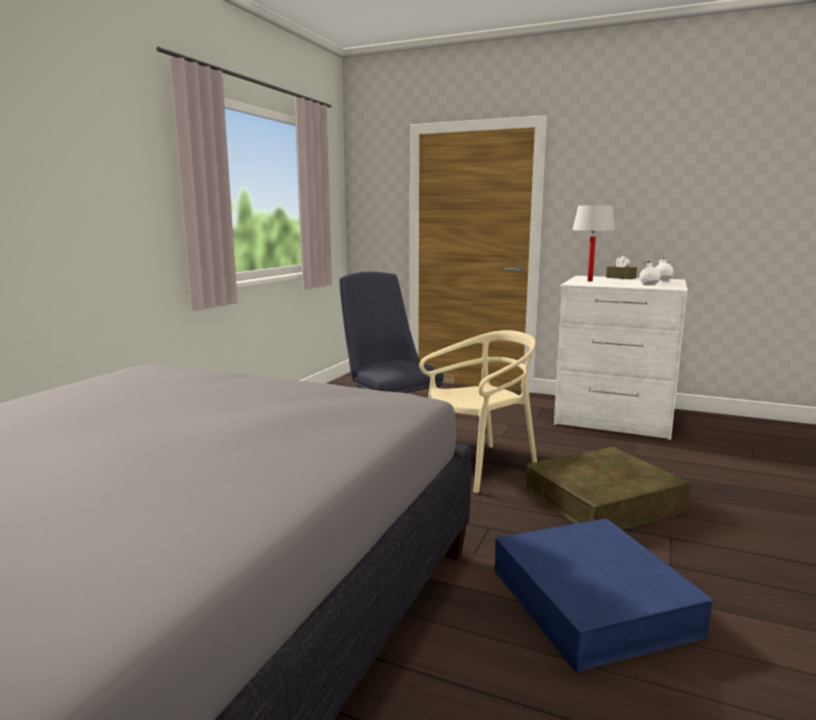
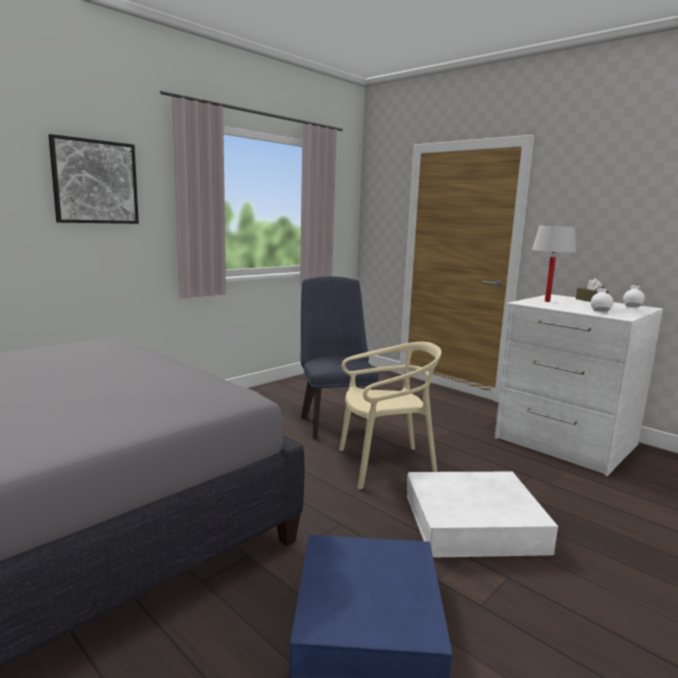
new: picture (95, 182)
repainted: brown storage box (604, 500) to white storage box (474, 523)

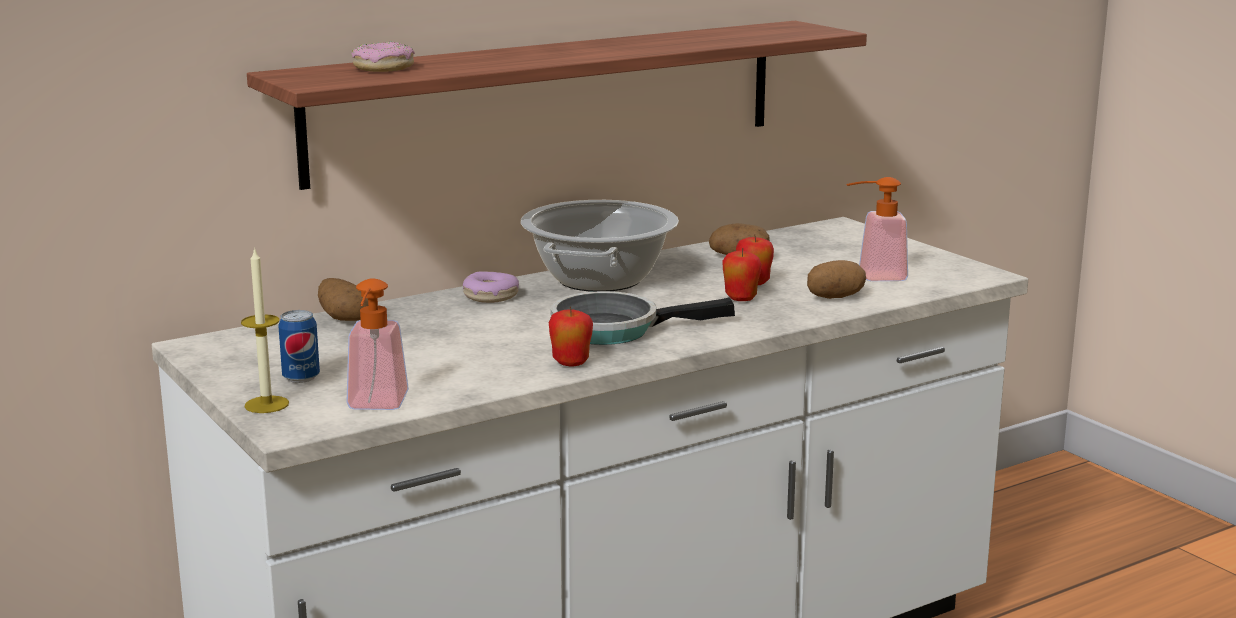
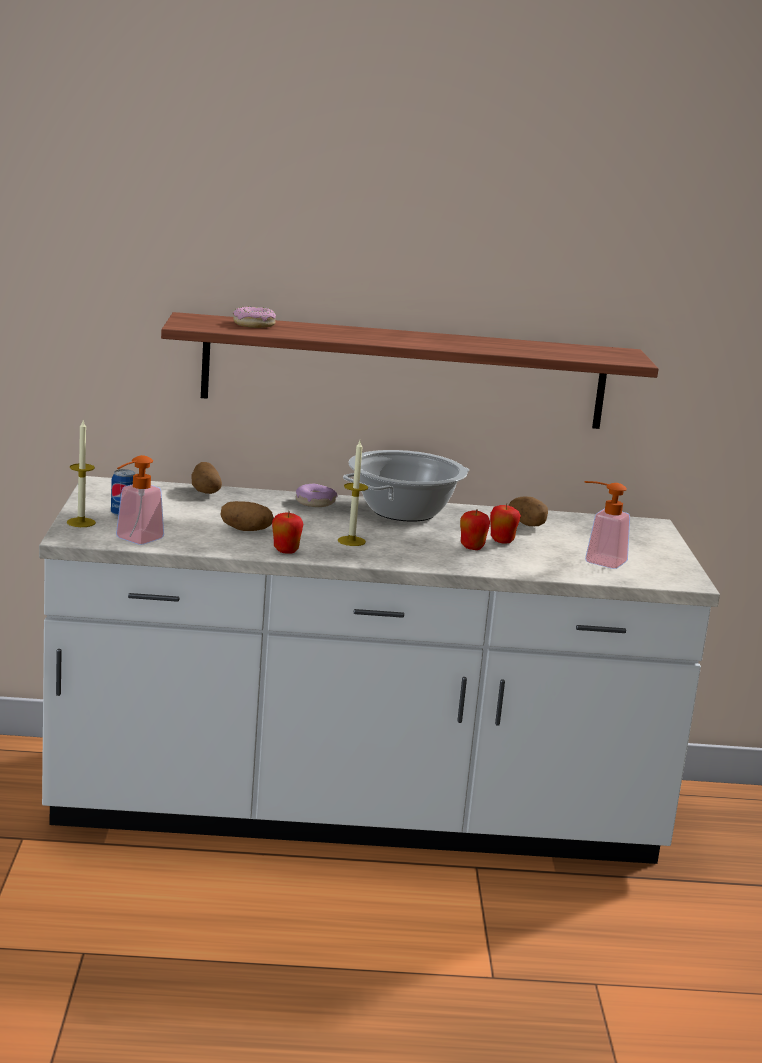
shifted: potato (835, 297) to (245, 530)
swapped: frying pan (614, 329) to candle (351, 541)

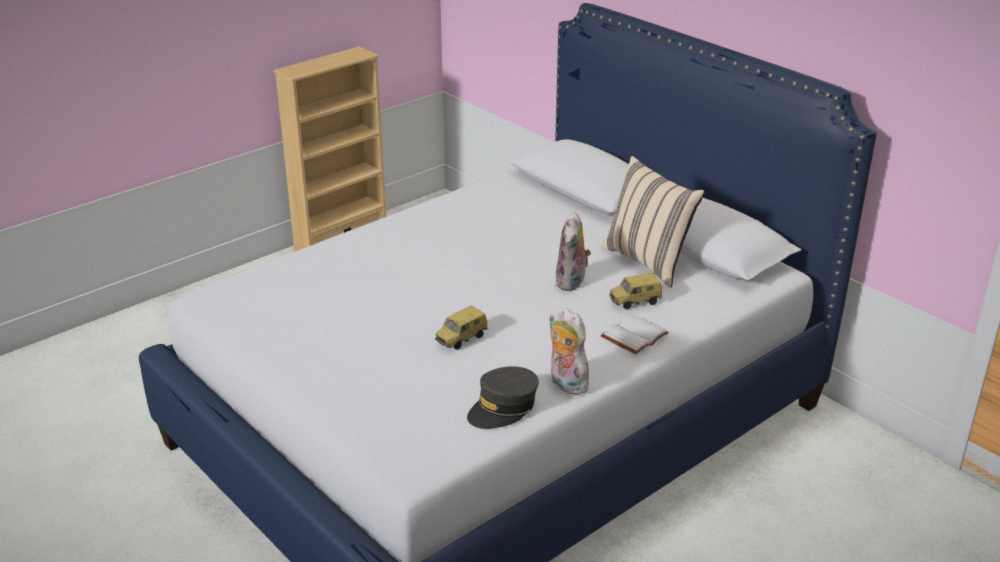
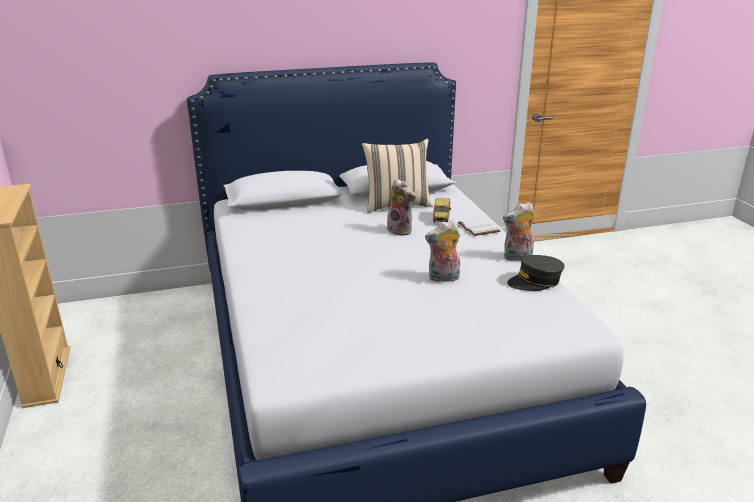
swapped: toy car (462, 340) to plush toy (443, 278)
rotated: grey cap (503, 408) = (535, 281) 90 degrees clockwise

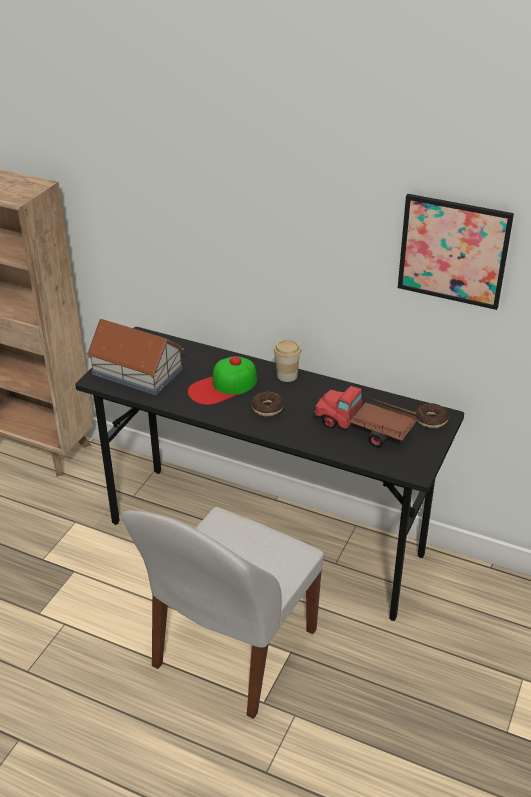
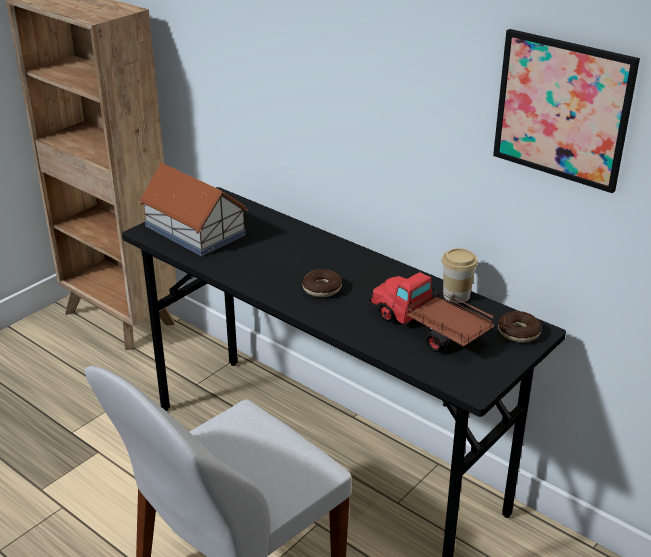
gone: cap (223, 386)
shifted: cup (287, 375) to (456, 295)

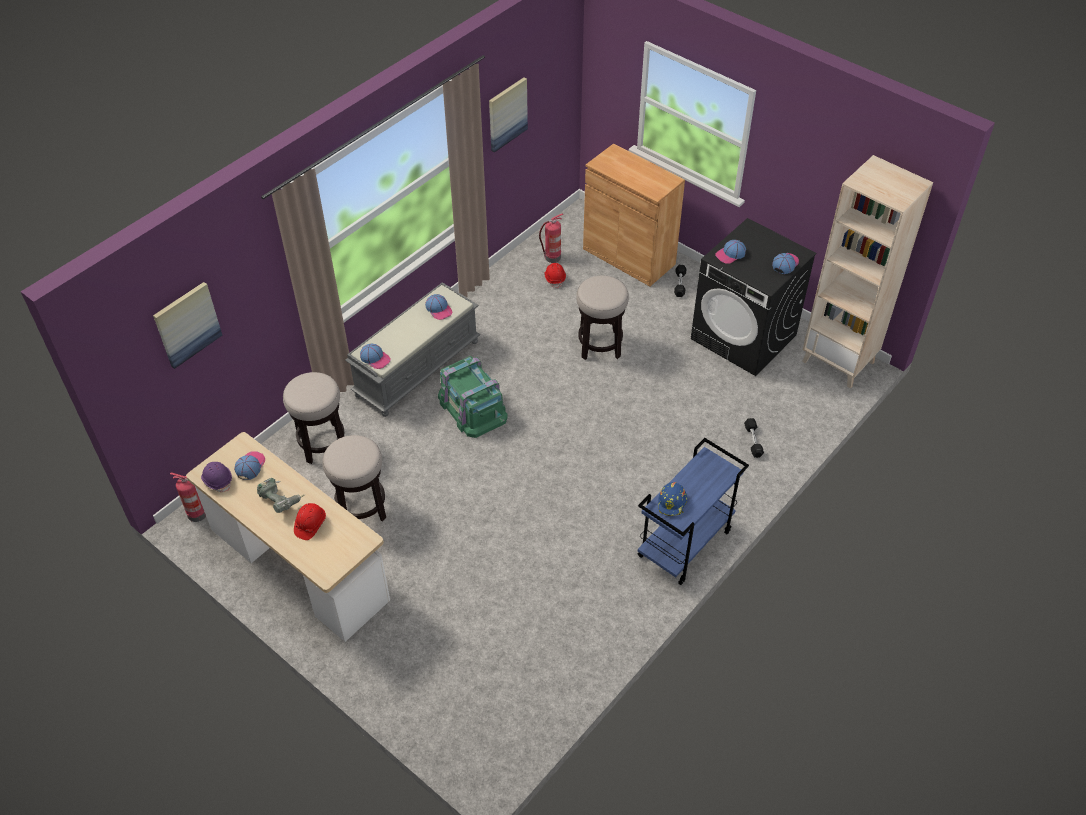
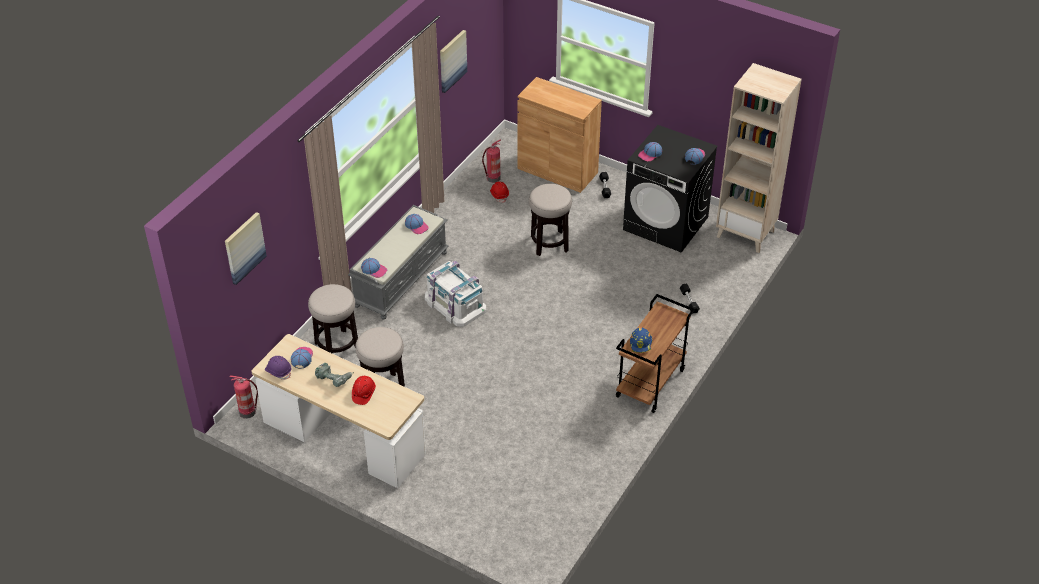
repainted: green storage box (473, 407) to white storage box (455, 303); blue cart (684, 545) to brown cart (650, 384)

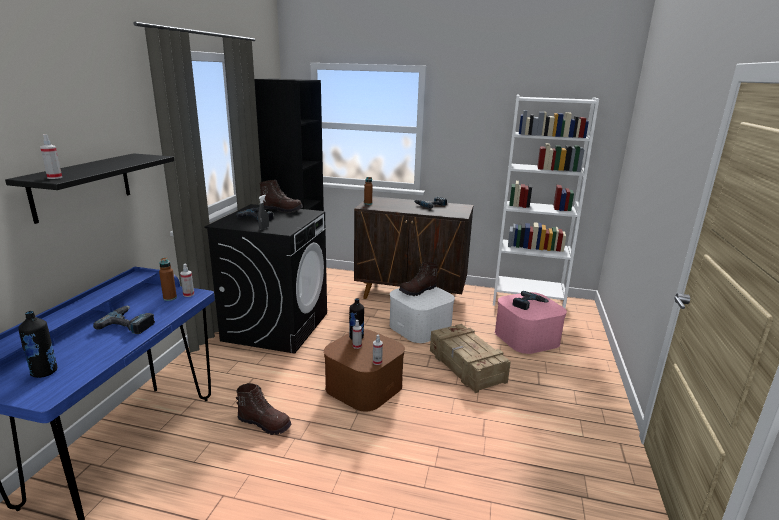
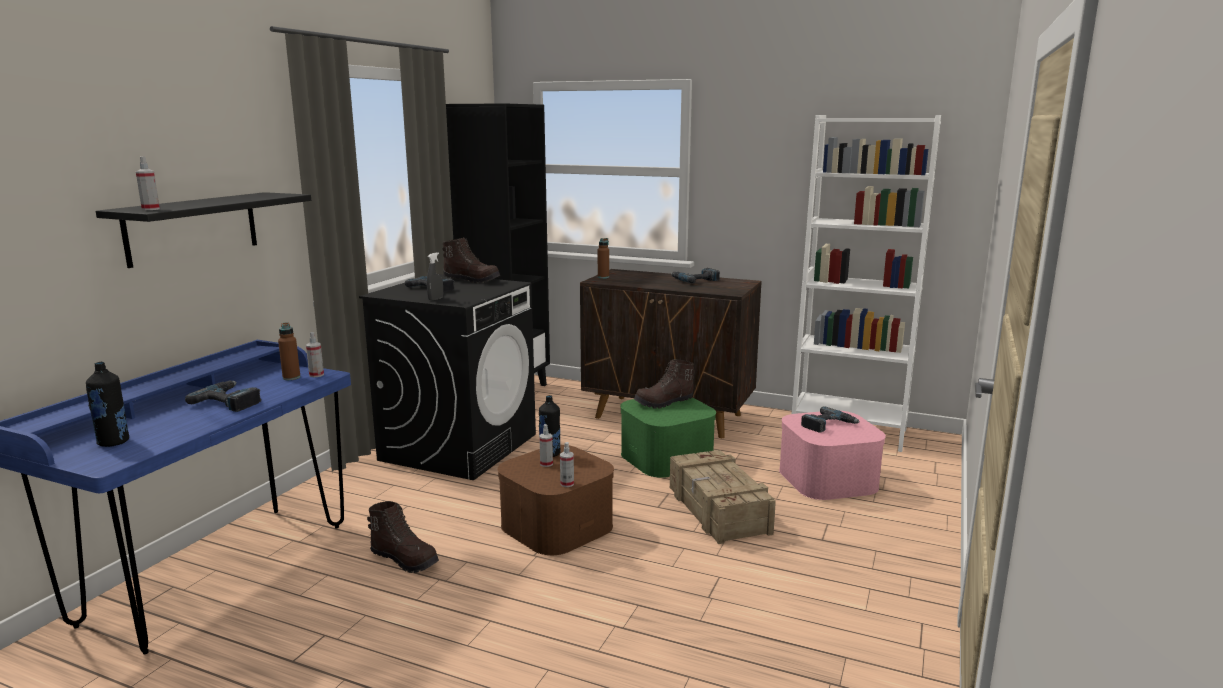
repainted: white storage box (420, 327) to green storage box (667, 457)

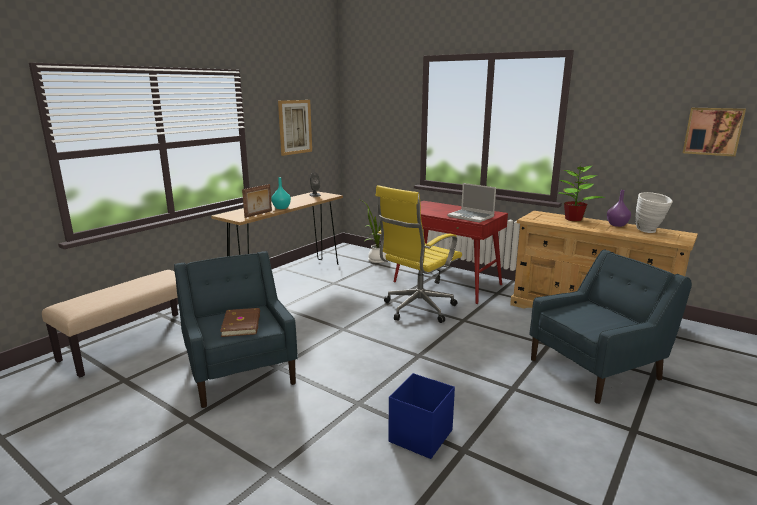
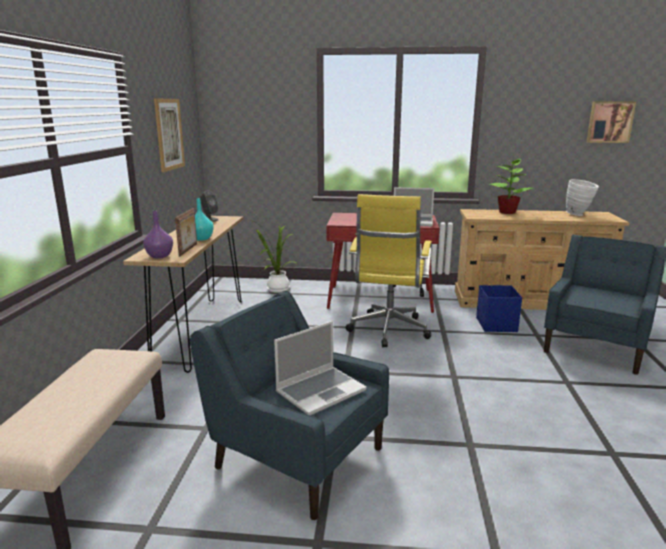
shifted: blue storage box (420, 436) to (496, 325); purple vase (617, 225) to (159, 256)
swapped: brown book (242, 324) to laptop (321, 391)

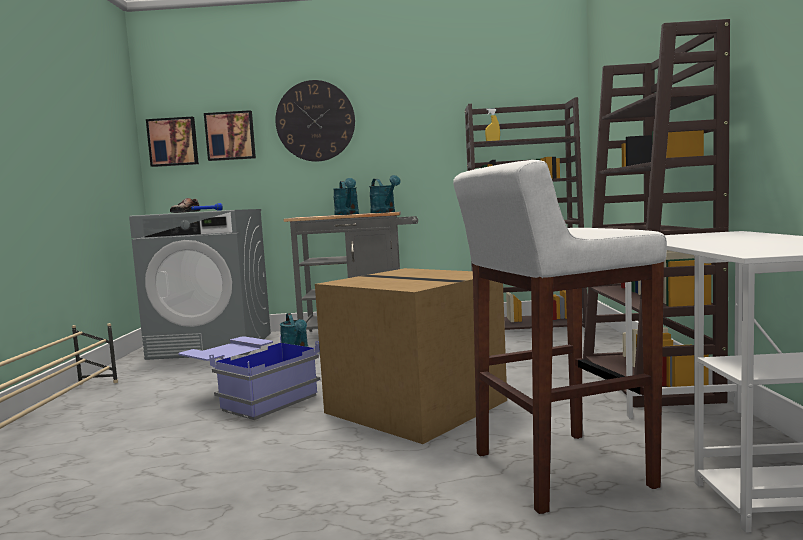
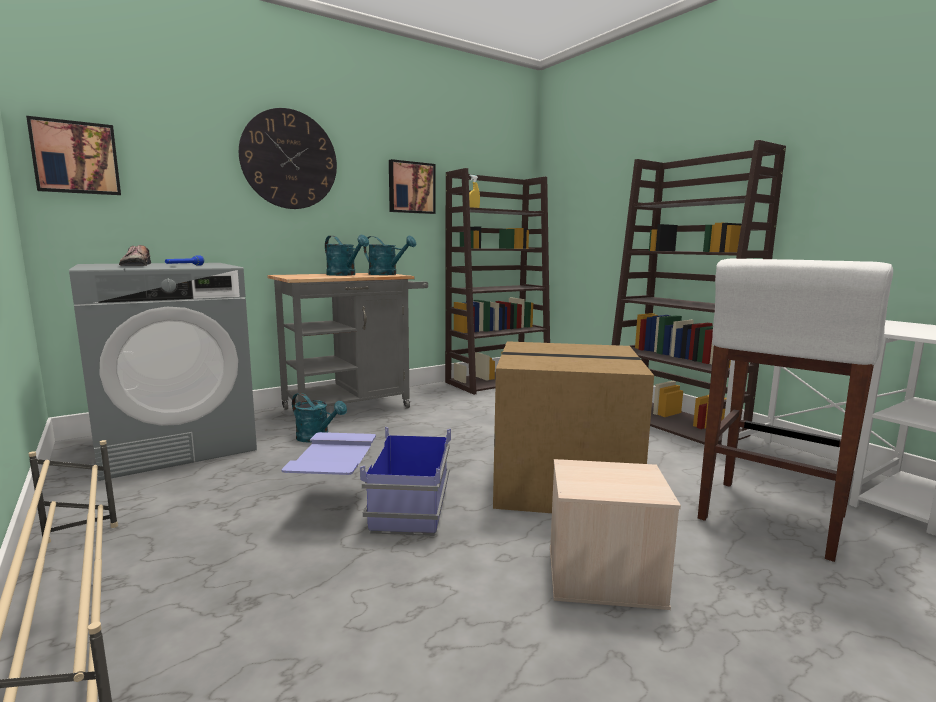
new: beige storage box (603, 576)
shifted: picture (230, 136) to (411, 187)

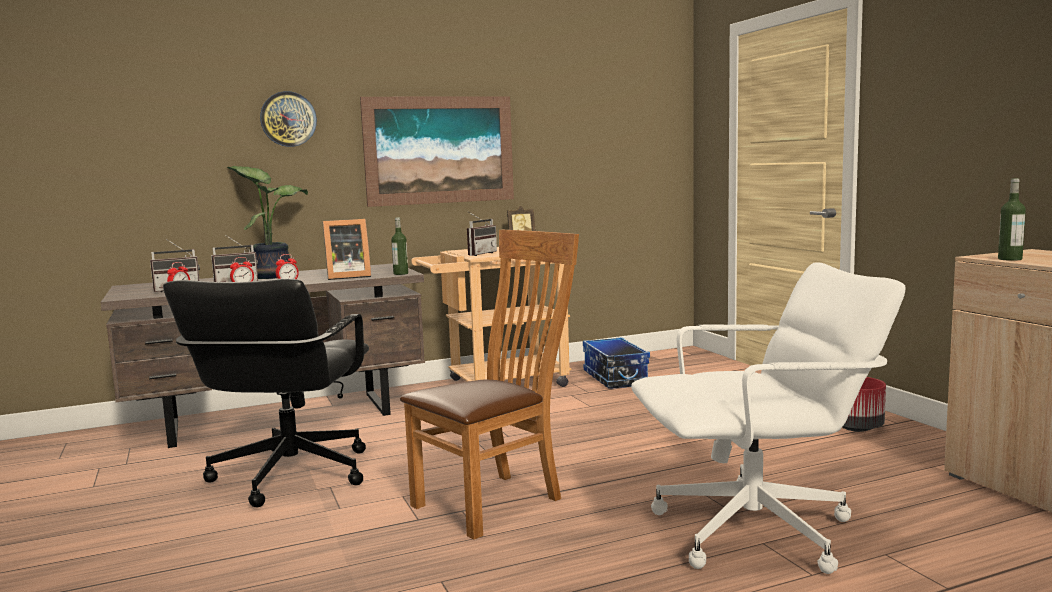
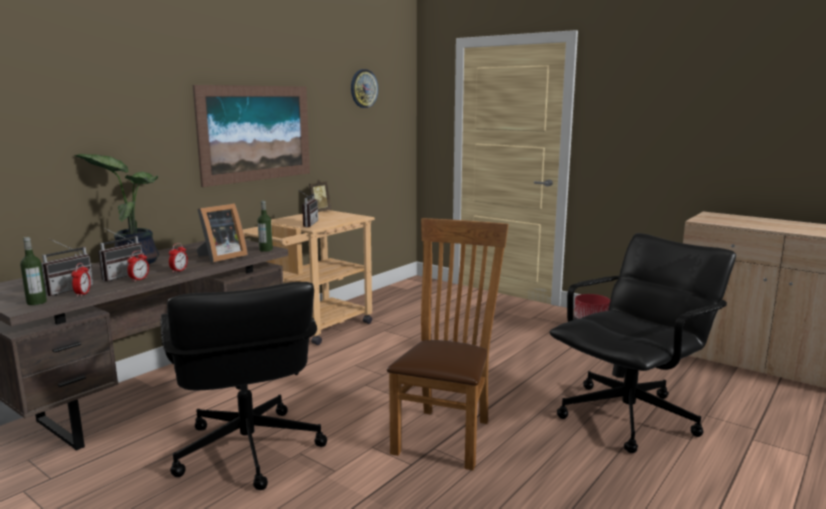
gone: storage box (614, 378)
shifted: wall clock (288, 119) to (363, 88); bottle (1010, 259) to (36, 302)
repainted: white office chair (756, 532) to black office chair (629, 417)

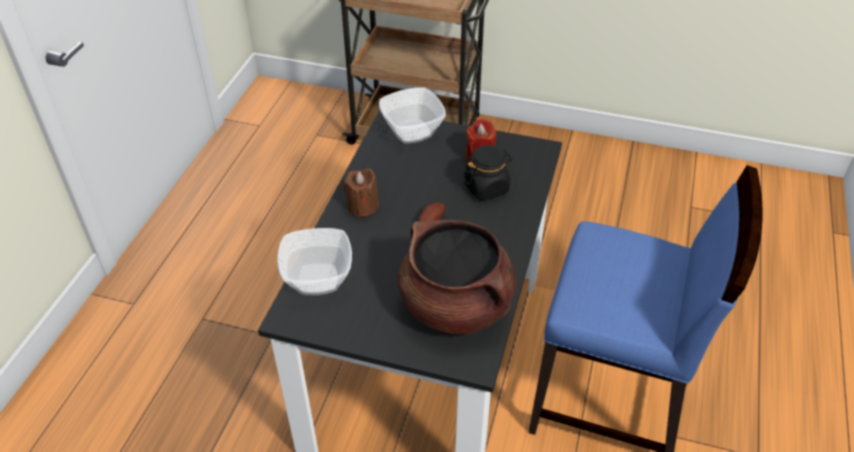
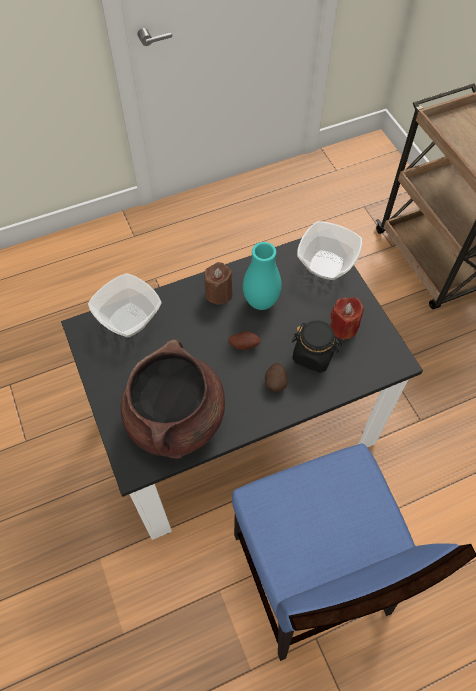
new: turquoise vase (261, 302); potato (275, 381)

